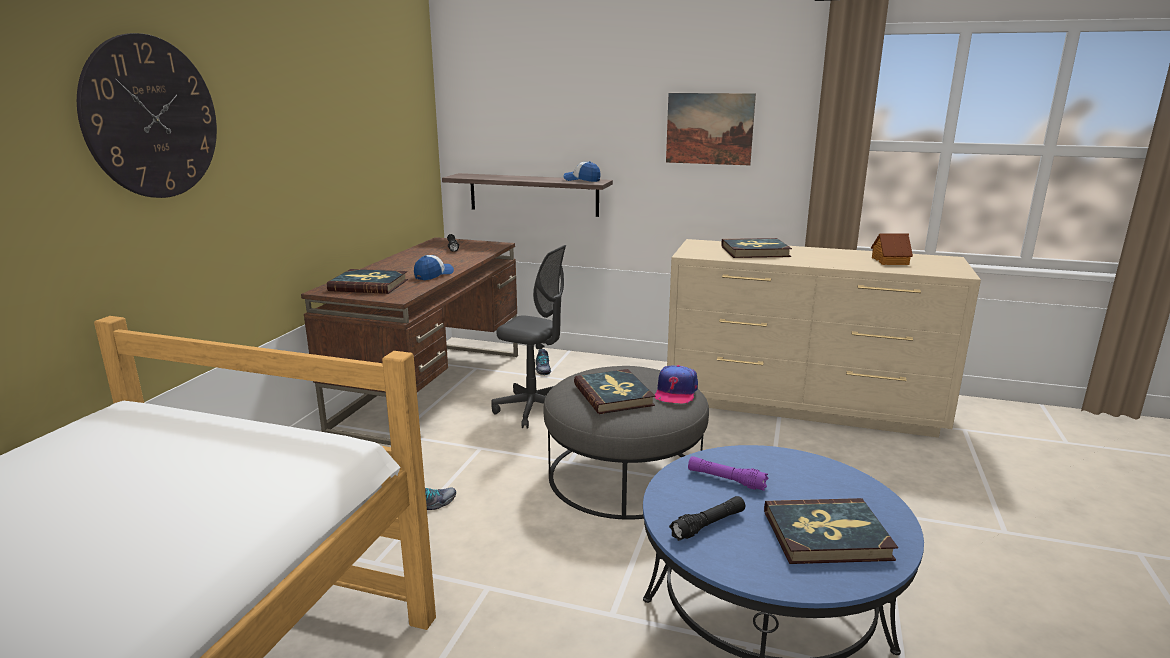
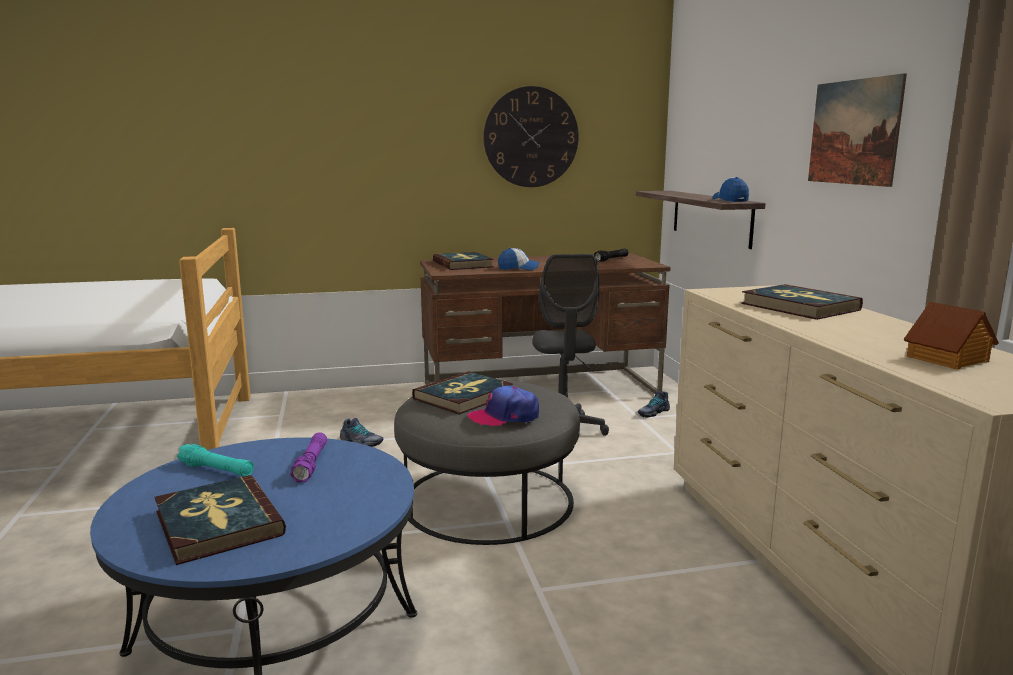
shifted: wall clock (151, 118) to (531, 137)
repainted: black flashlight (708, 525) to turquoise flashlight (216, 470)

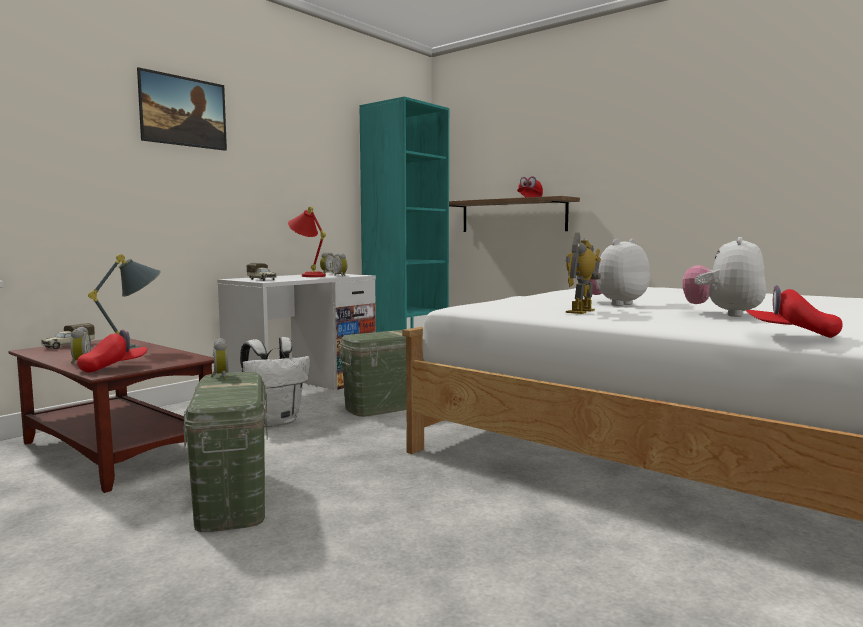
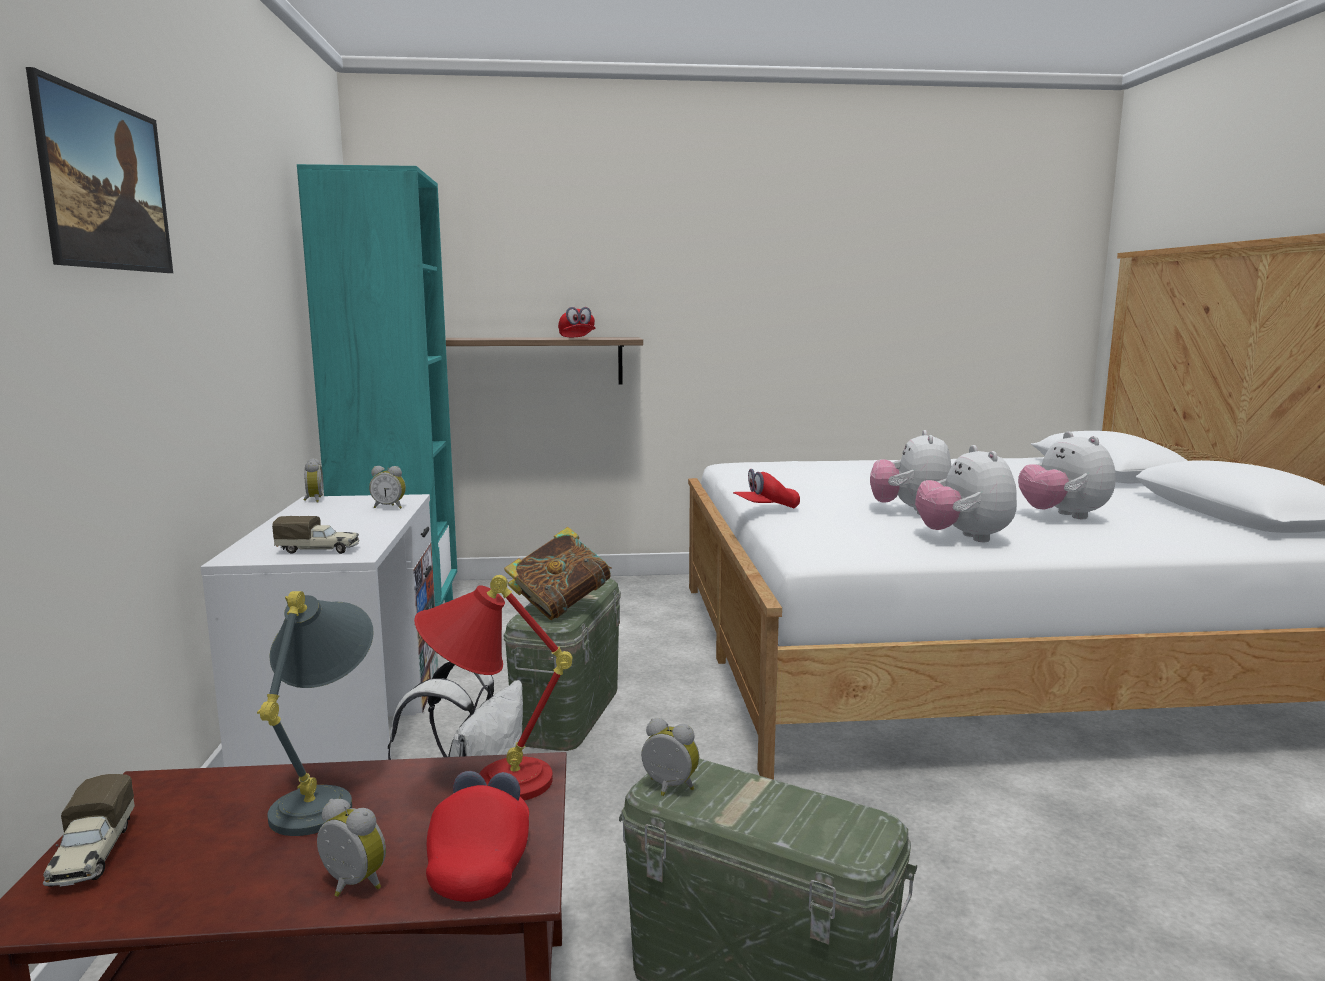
new: book (560, 607)
shifted: red table lamp (308, 276) to (487, 782); red cap (791, 334) to (766, 509)
swapped: toy robot (581, 311) to plush toy (963, 538)

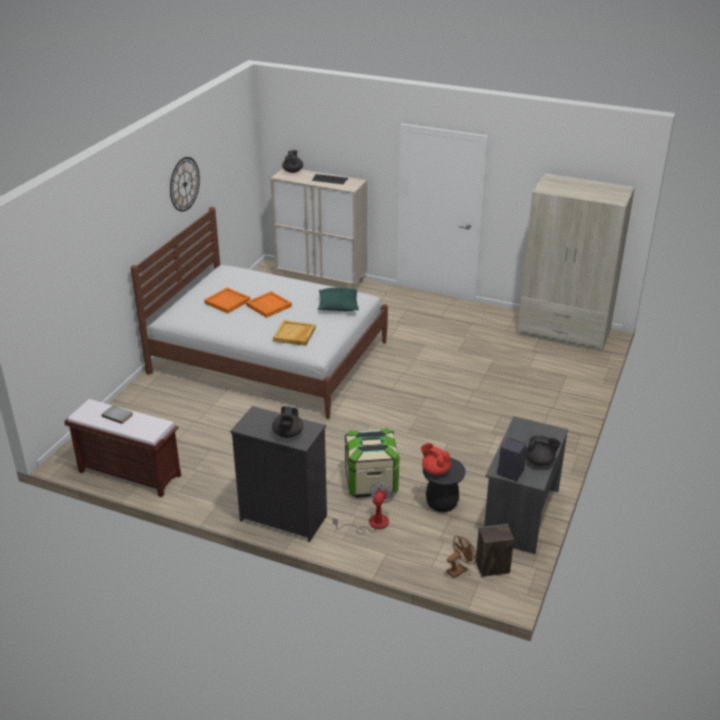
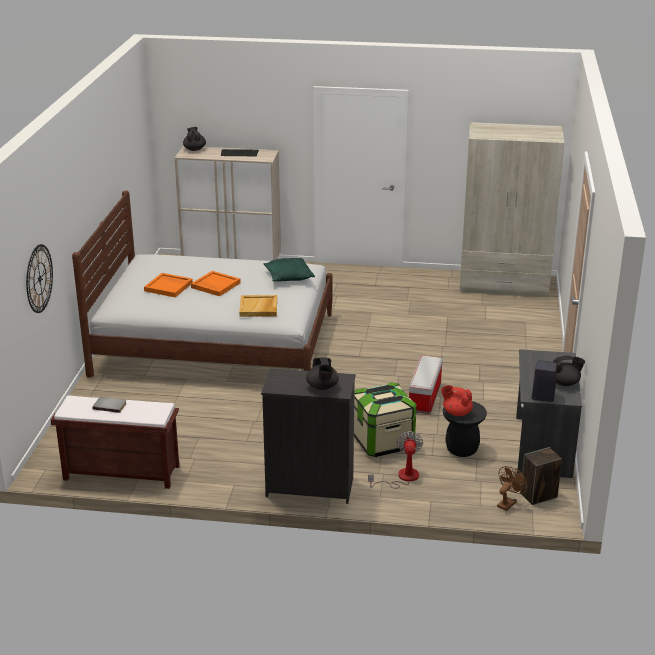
new: storage box (425, 397)
shifted: wall clock (184, 184) to (39, 278)

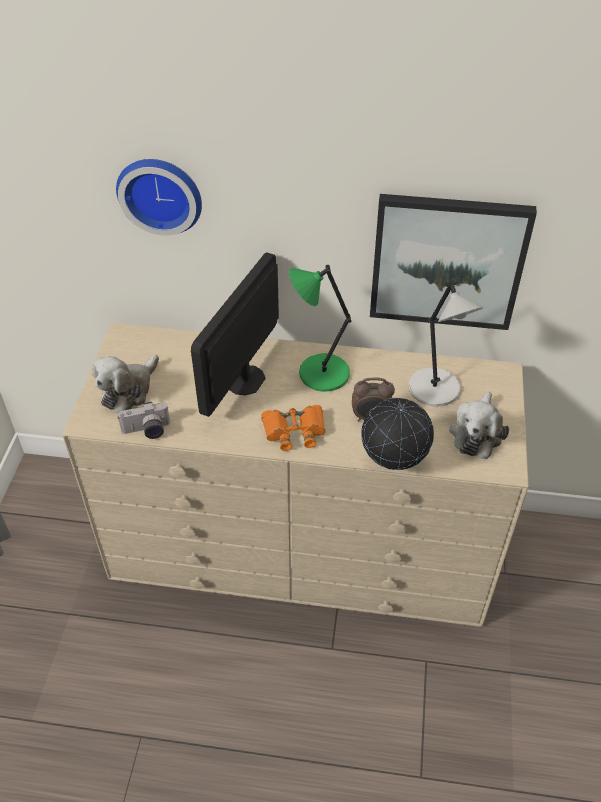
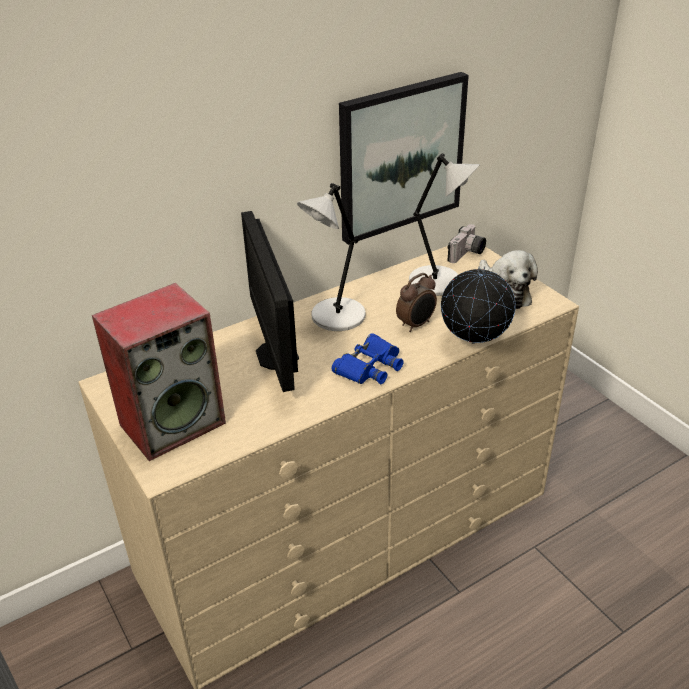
gone: wall clock (161, 193)
shifted: photo camera (147, 431) to (467, 254)
swapped: plush toy (128, 390) to speaker (173, 422)
repainted: orange binoculars (294, 431) to blue binoculars (369, 366); green table lamp (321, 374) to grey table lamp (336, 317)

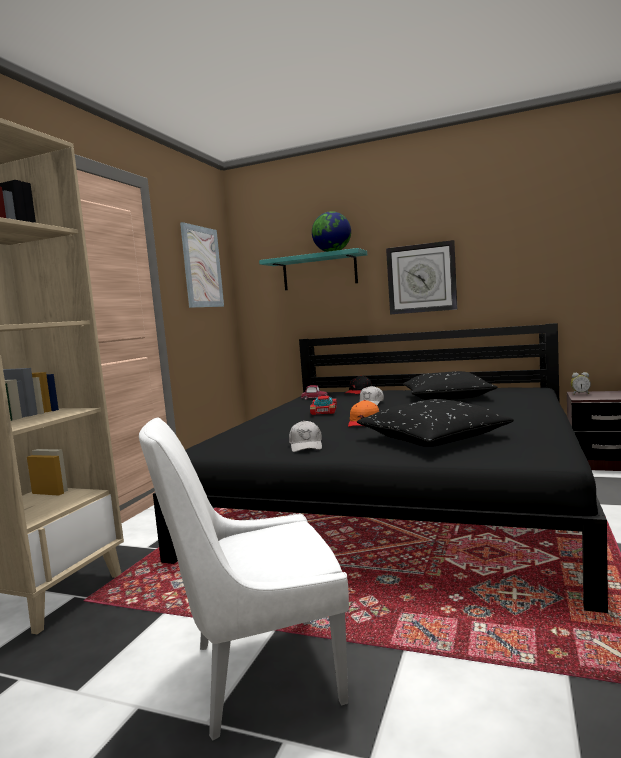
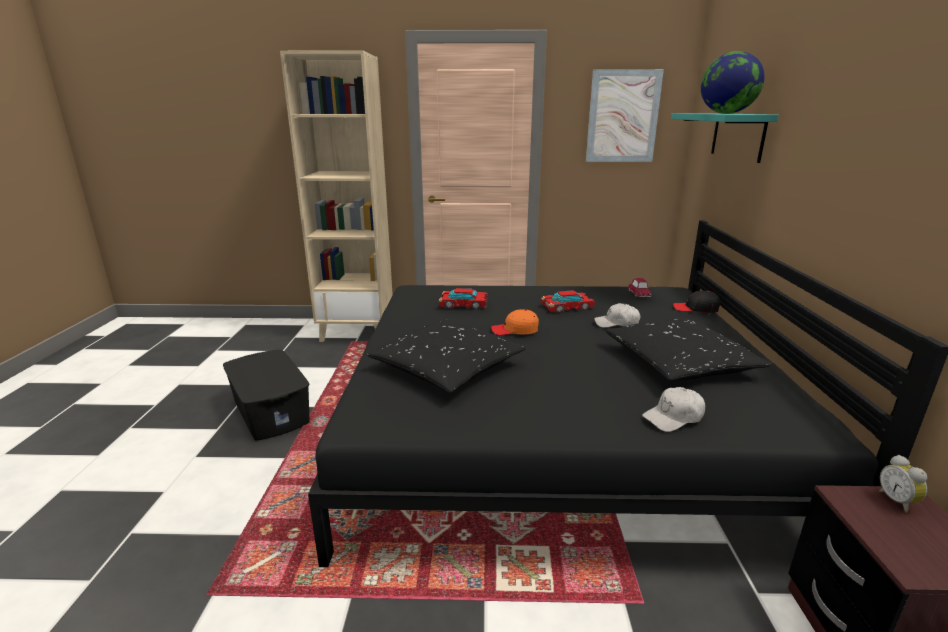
gone: wall clock (421, 278)
new: toy car (463, 304)
shifted: white cap (306, 446) to (674, 417)
swapped: white chair (259, 674) to black storage box (271, 411)

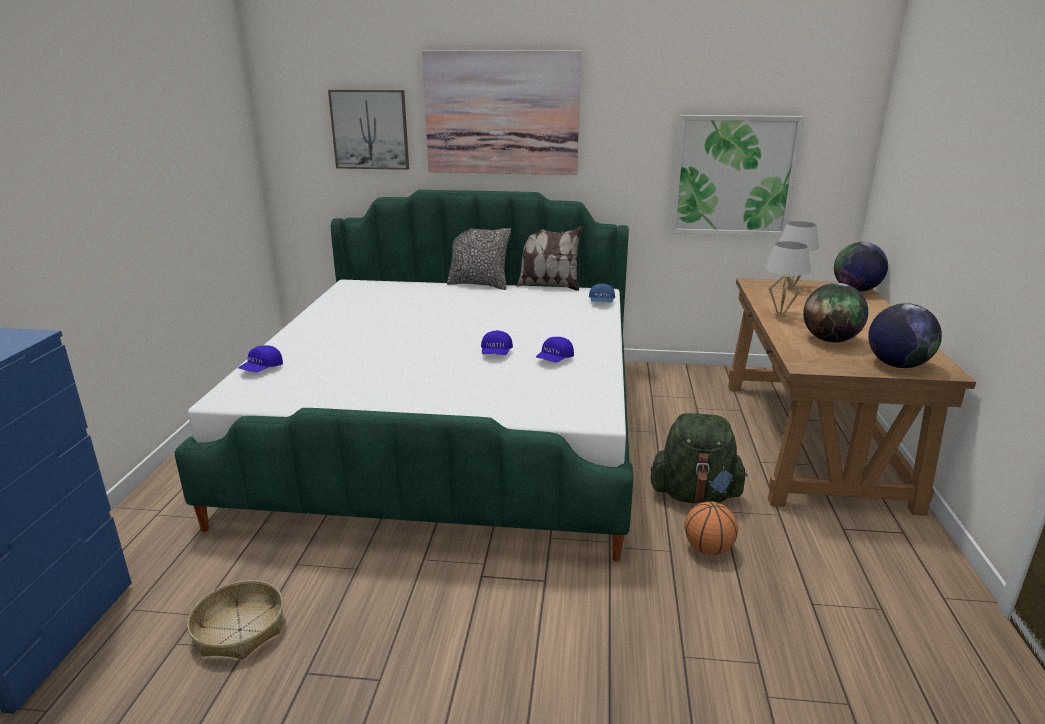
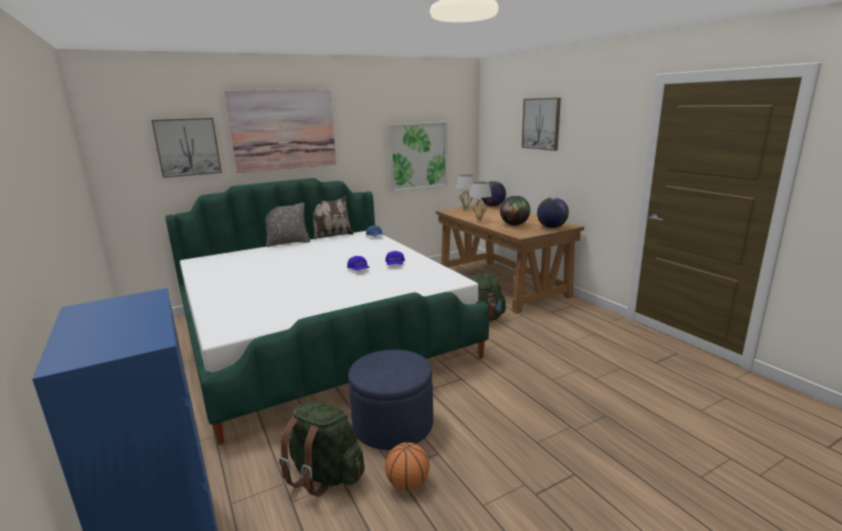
gone: blue cap (261, 369)
new: blue ottoman (393, 425); picture (541, 123)
shifted: basketball (708, 549) to (408, 483)
swapped: basket (239, 630) to green backpack (325, 475)

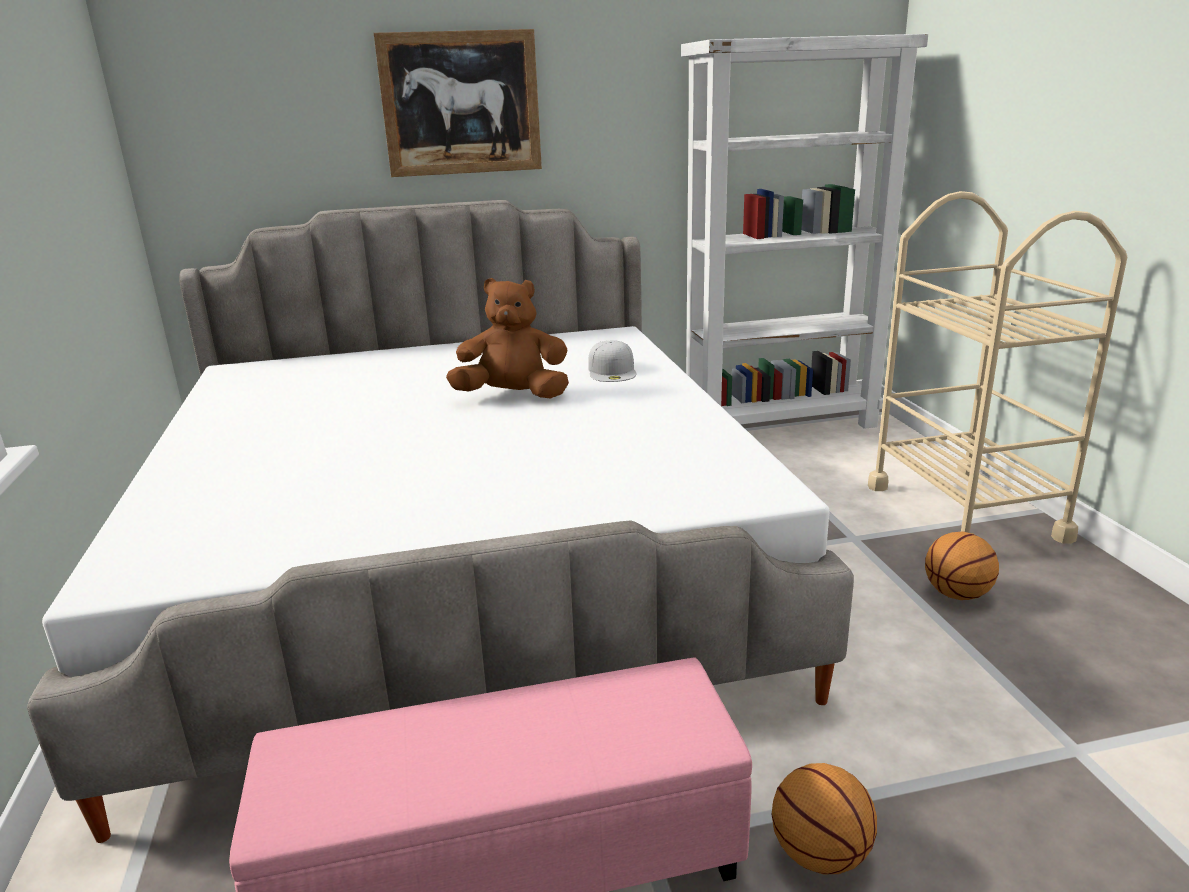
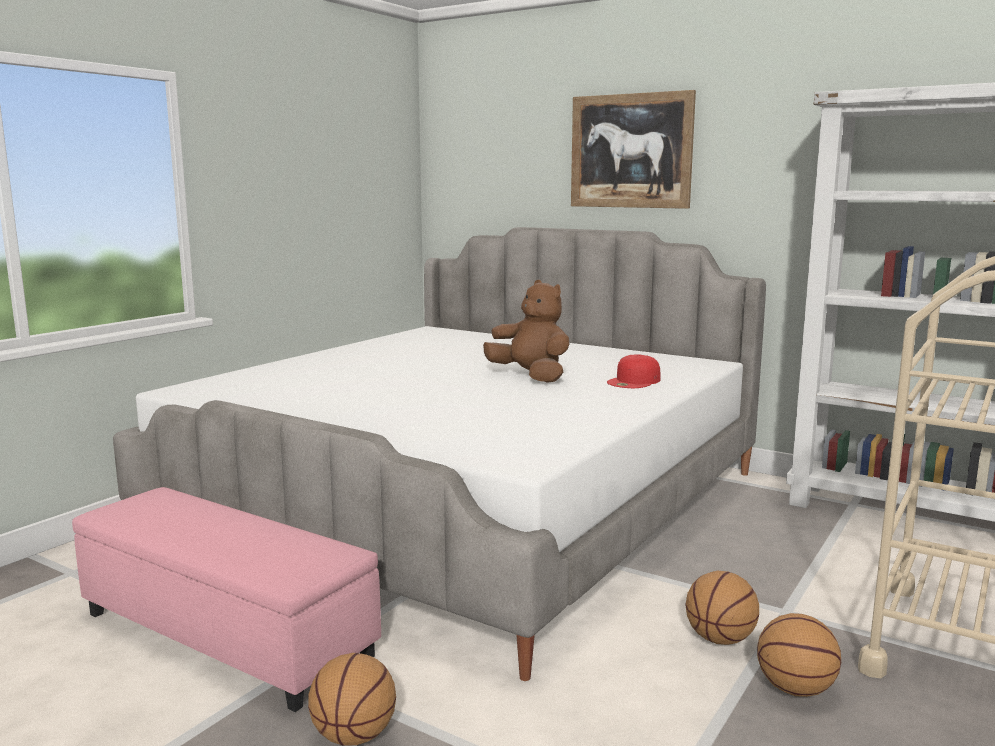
new: basketball (720, 640)
repainted: white cap (612, 371) to red cap (634, 381)

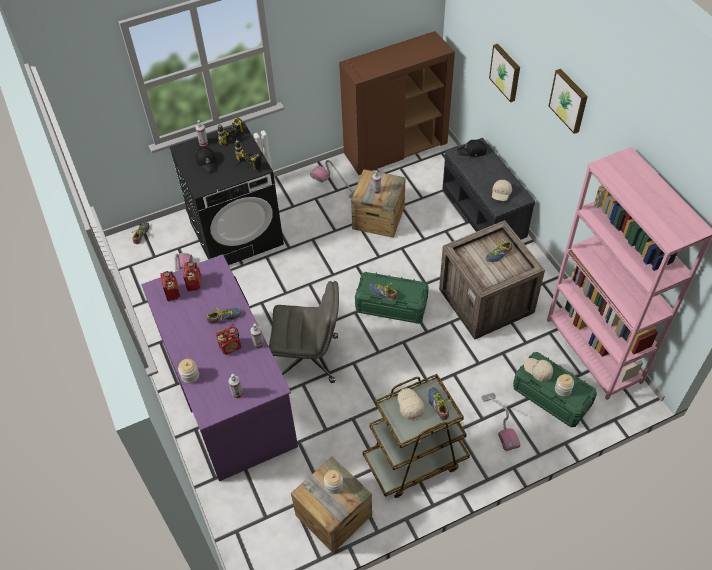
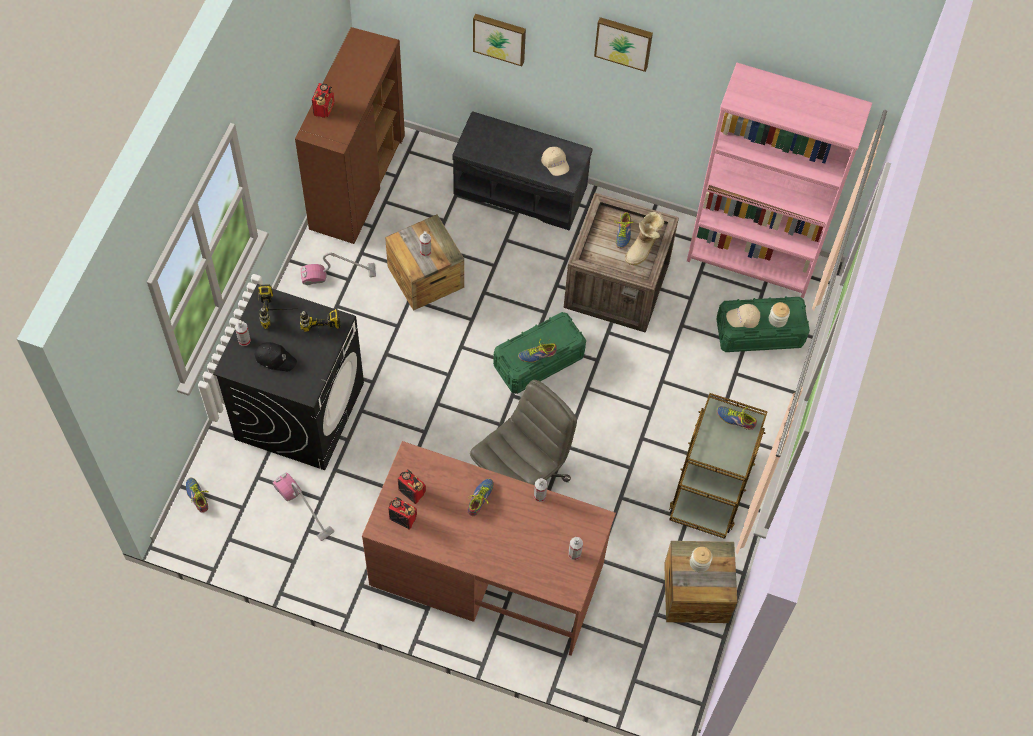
gone: jar (190, 376); beige cap (410, 406); black cap (472, 151); vacuum cleaner (499, 422)
new: boot (643, 248)
shifted: radio (231, 347) to (324, 108)
repainted: purple desk (228, 393) to brown desk (486, 573)

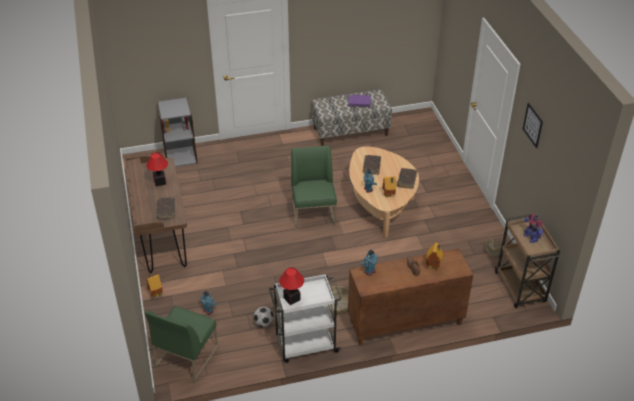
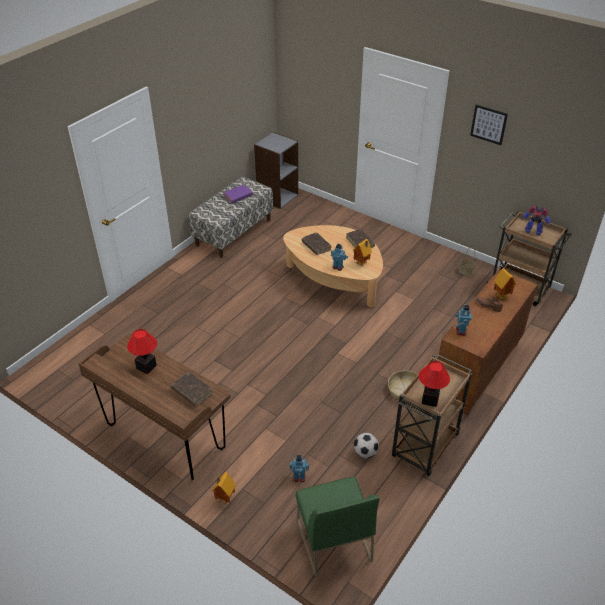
gone: green chair (314, 213)
shifted: grey bookcase (180, 156) to (277, 196)
repainted: white cart (305, 344) to brown cart (425, 446)

